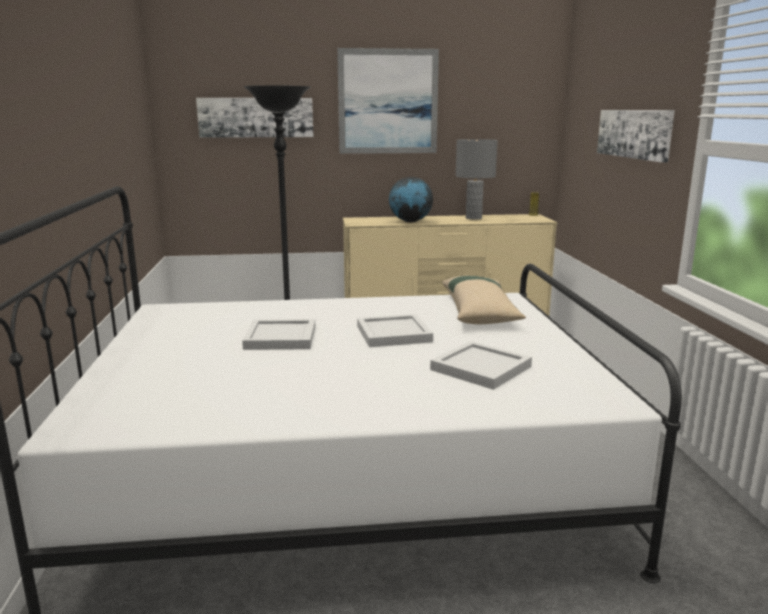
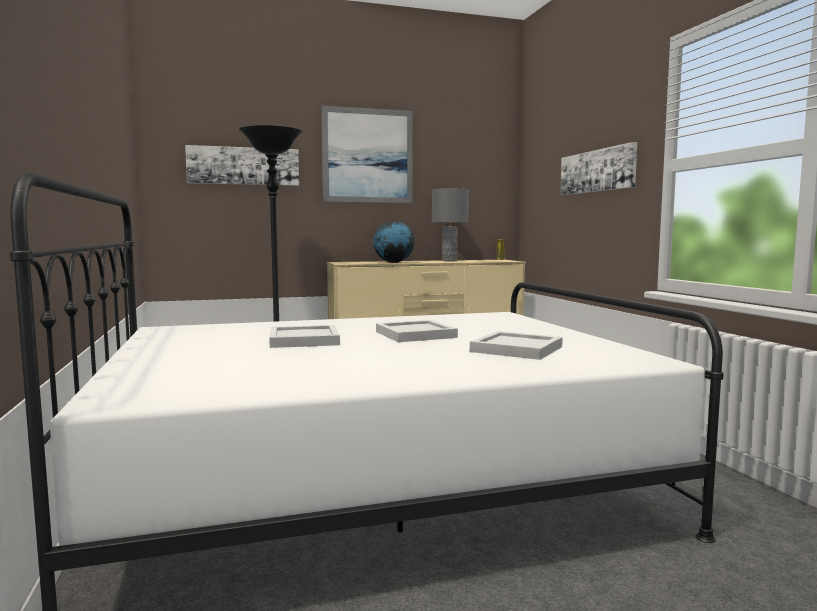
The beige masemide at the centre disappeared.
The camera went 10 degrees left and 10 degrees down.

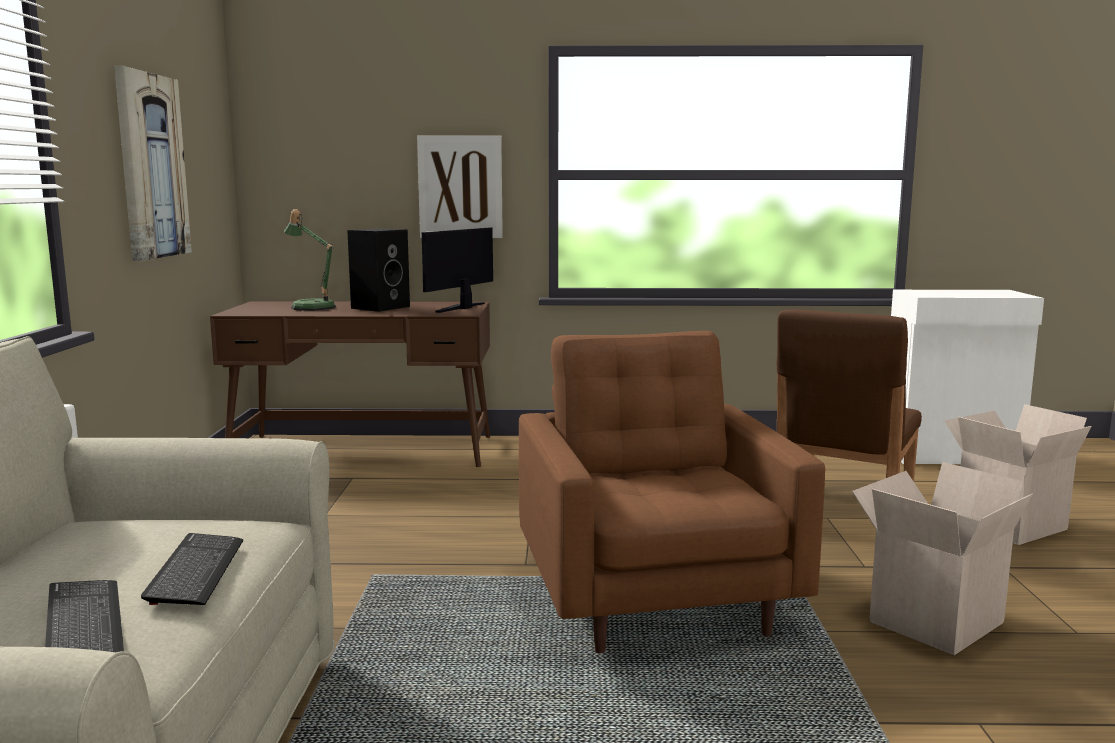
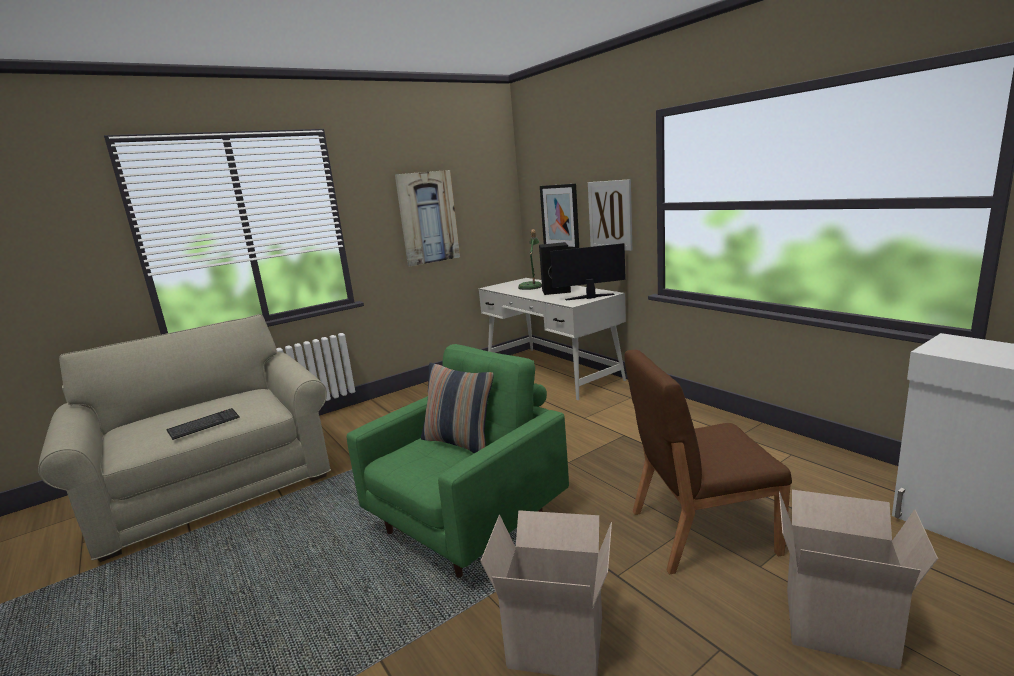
The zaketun (no. 1 from left) at the bottom left disappeared.
The masemide at the centre appeared.
The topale (no. 2 from left) at the top centre appeared.
The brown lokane at the middle left became the white lokane at the centre.
The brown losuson at the centre became the green losuson at the bottom centre.
The camera went 55 degrees right and 5 degrees up.

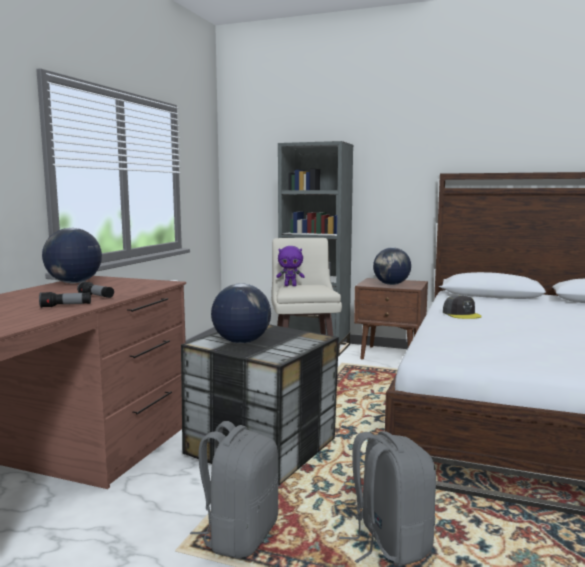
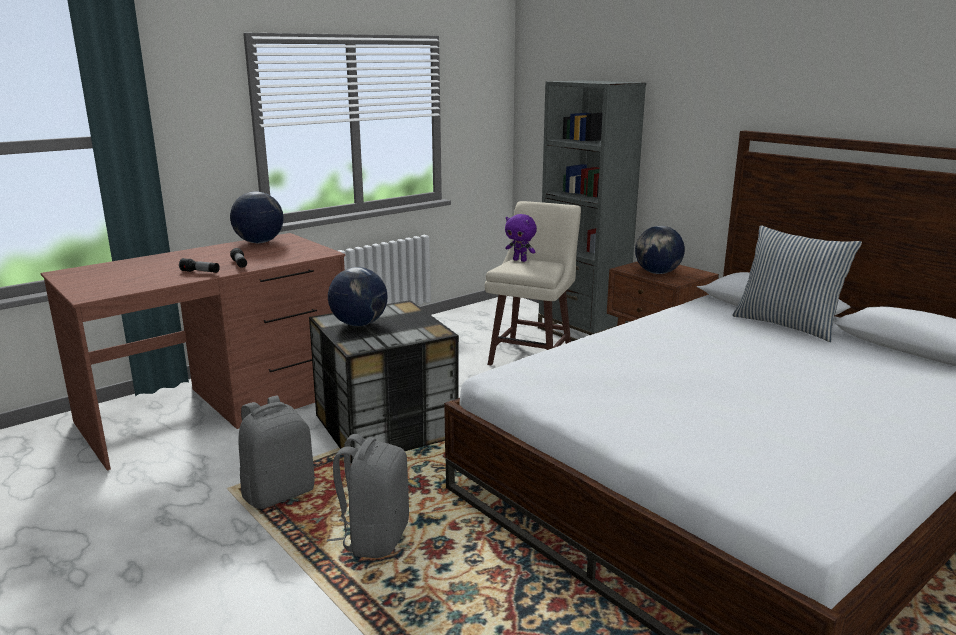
The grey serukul at the middle right disappeared.
The masemide at the middle right appeared.
The camera went 30 degrees right and 10 degrees up.

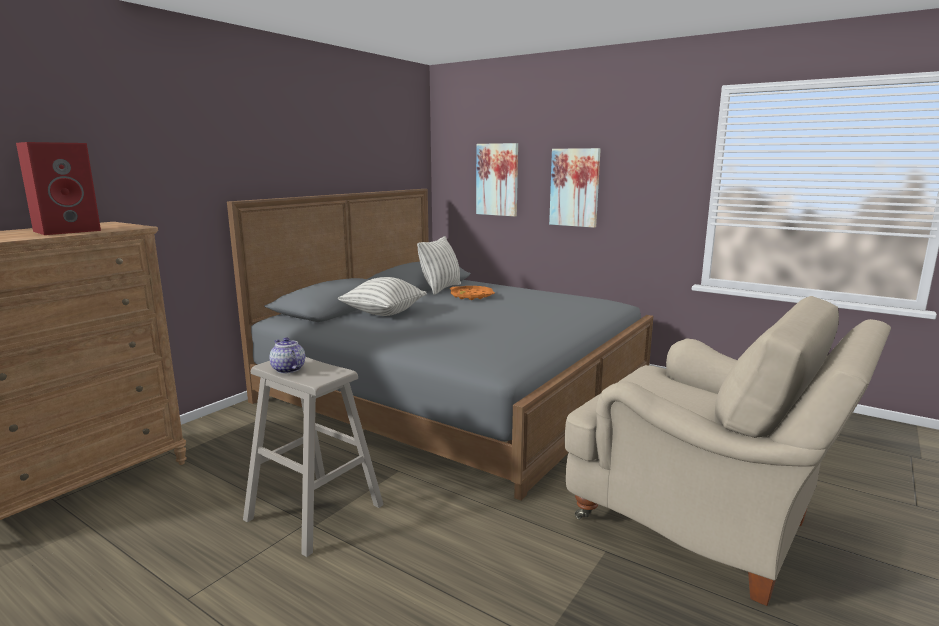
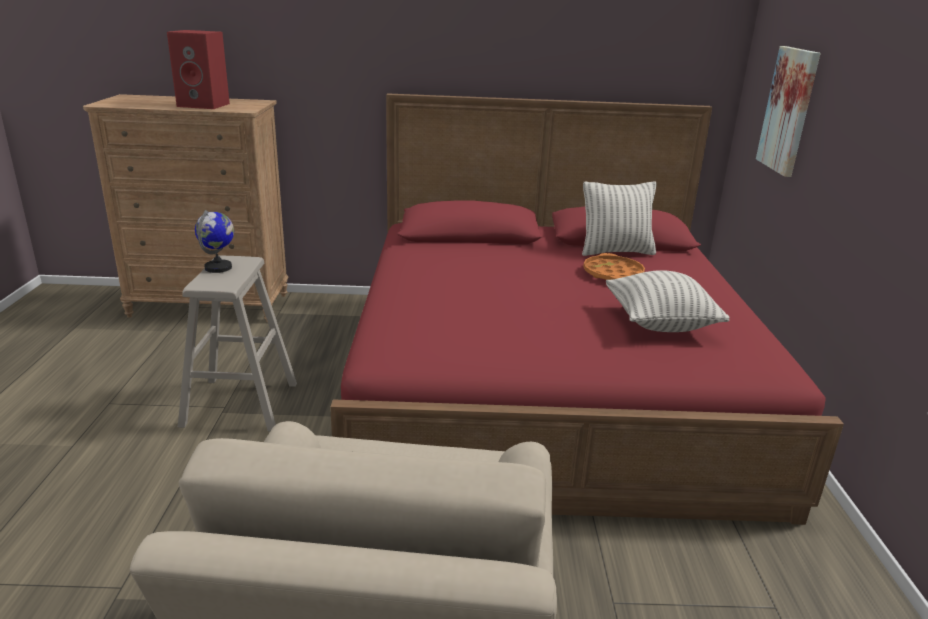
The topale (no. 2 from left) at the top centre disappeared.
The masemide (no. 1 from left in the first image) moved from the centre to the middle right.
The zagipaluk at the middle left was replaced by the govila at the middle left.
The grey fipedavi at the centre became the red fipedavi at the centre.
The camera went 55 degrees right and 10 degrees up.

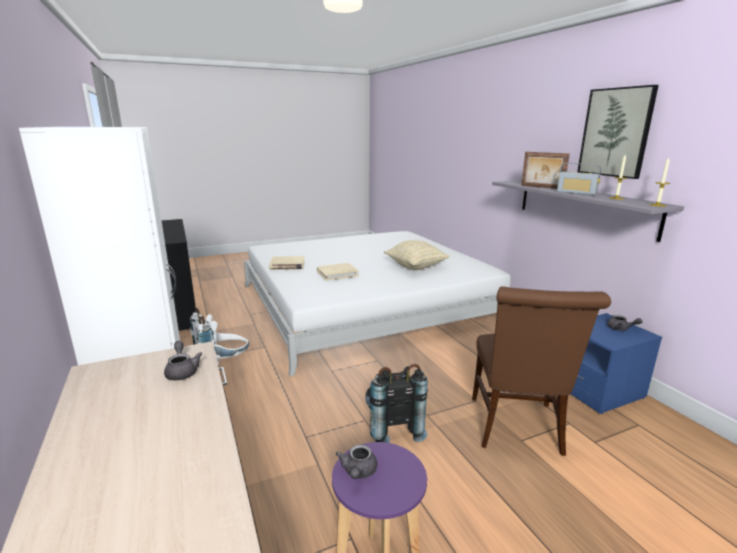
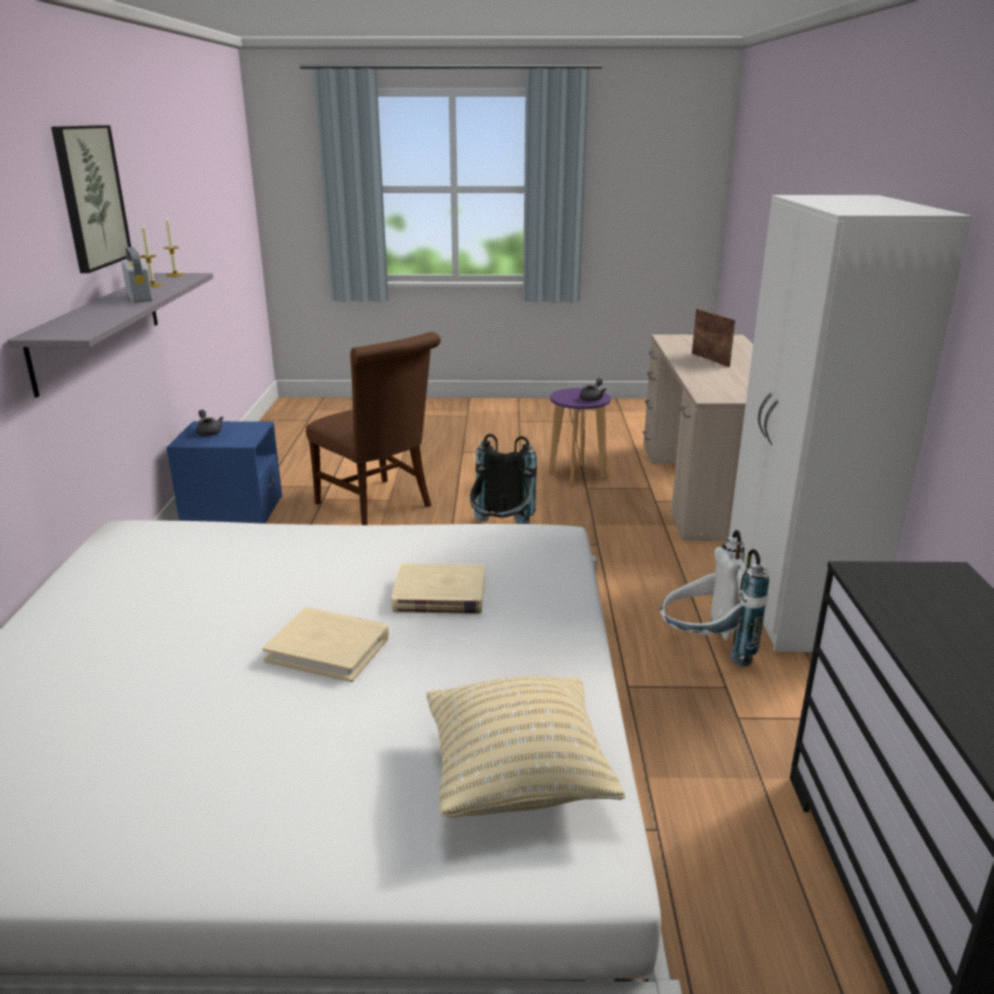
The grey zagipaluk (no. 1 from left) at the middle left disappeared.
The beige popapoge (no. 1 from left) moved from the centre to the middle left.
The beige masemide moved from the centre to the bottom centre.
The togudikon moved from the top right to the middle right.
The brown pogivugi at the bottom right turned 105 degrees clockwise.
The camera went 155 degrees left and 5 degrees up.

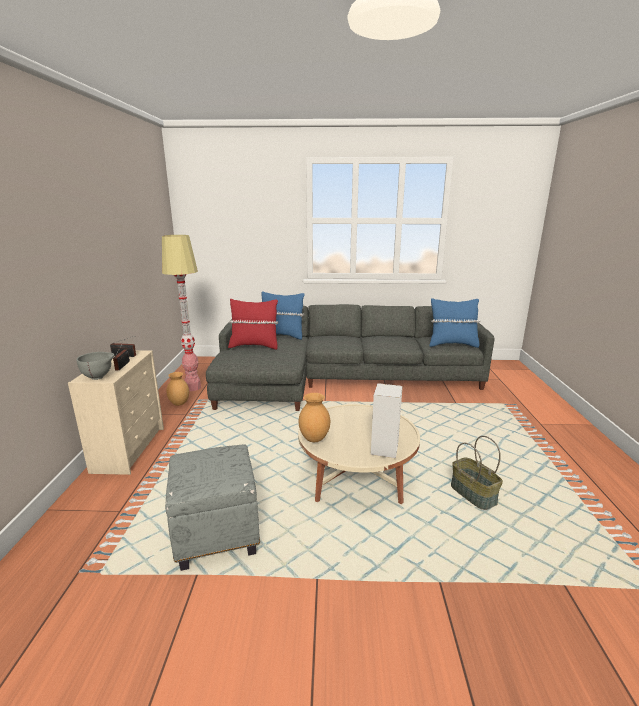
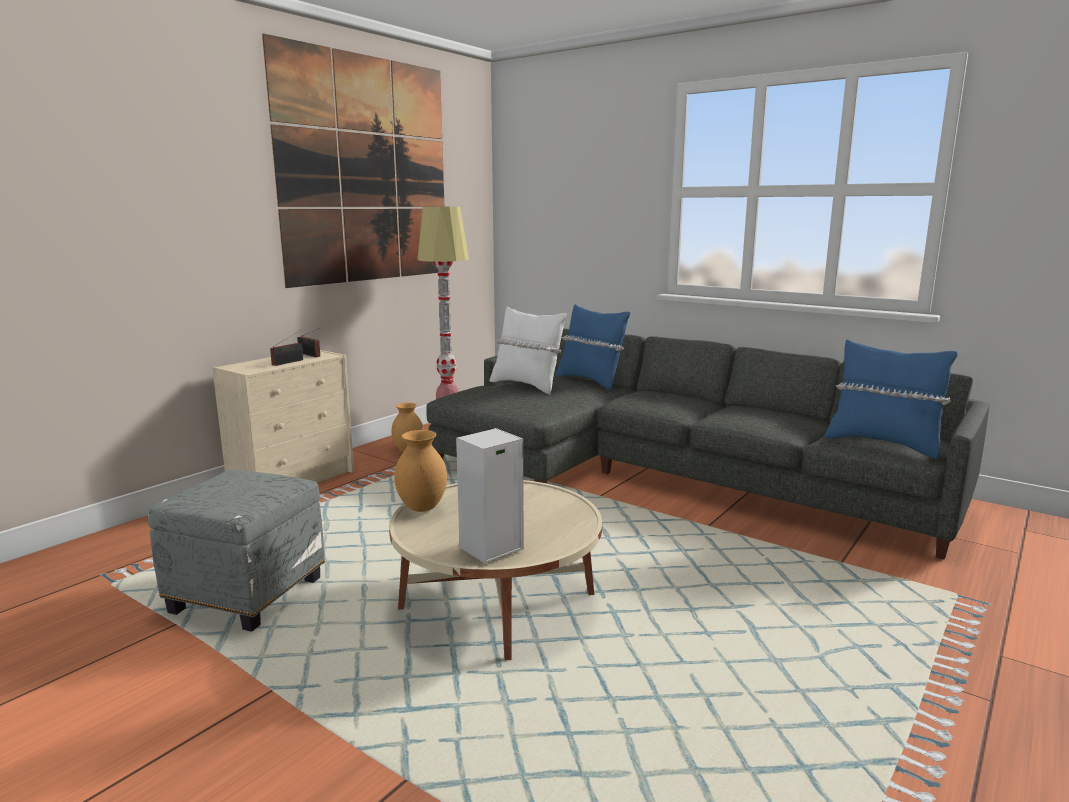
The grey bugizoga at the middle left disappeared.
The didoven at the bottom right disappeared.
The topale at the top left appeared.
The red masemide at the centre became the white masemide at the centre.
The camera went 35 degrees right and 5 degrees down.

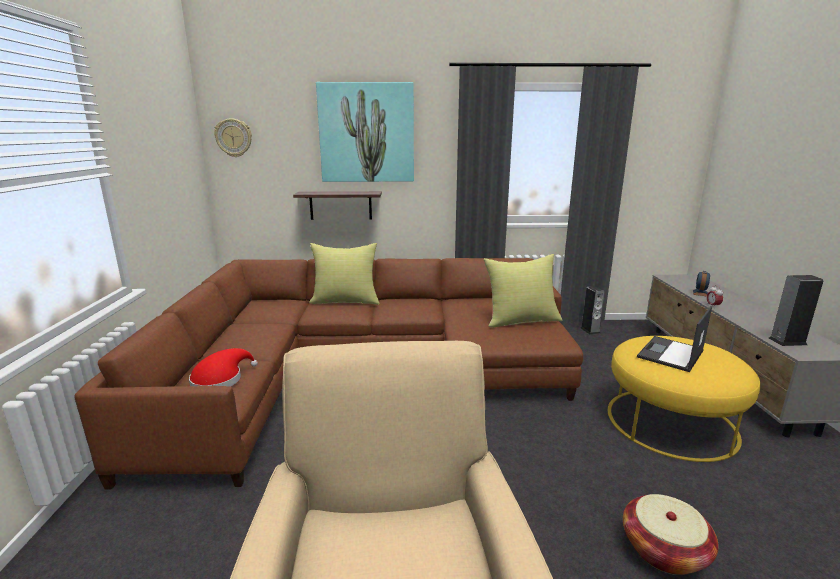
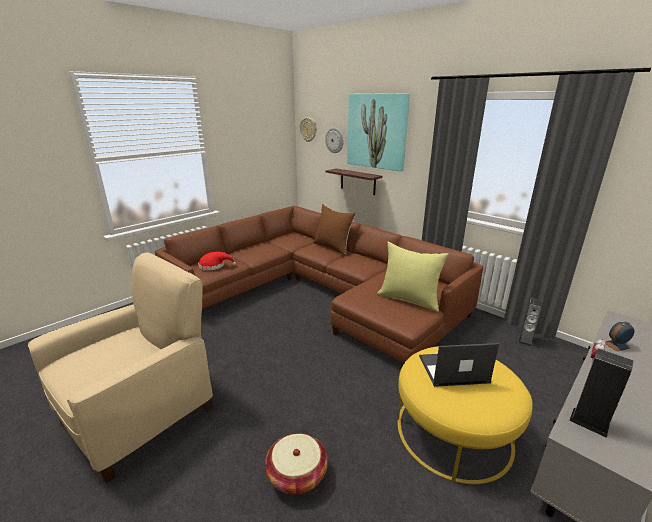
The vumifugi (no. 2 from left) at the top centre appeared.
The yellow masemide (no. 1 from left) at the centre became the brown masemide at the centre.
The camera went 45 degrees right and 5 degrees up.

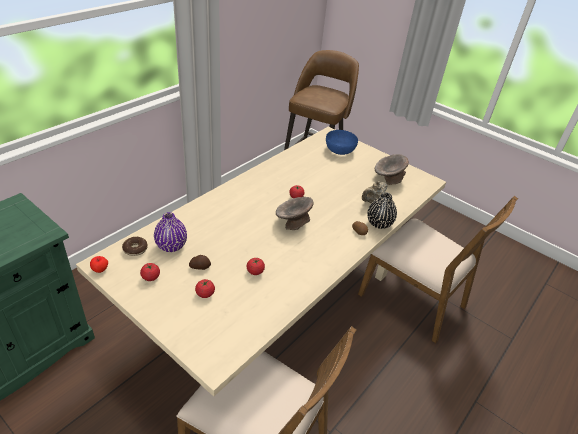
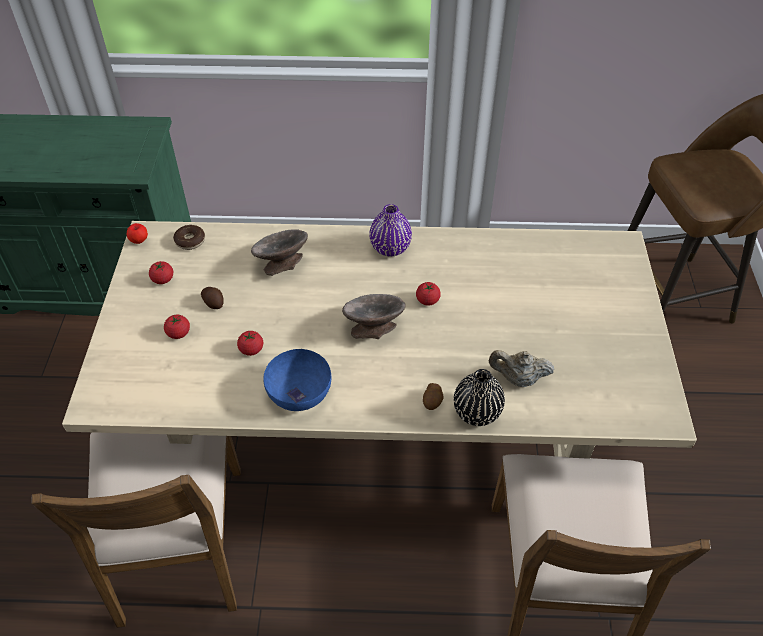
The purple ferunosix moved from the middle left to the centre.
The blue bugizoga moved from the top centre to the centre.
The grey bugizoga (no. 2 from left in the first image) moved from the middle right to the centre.
The camera went 55 degrees right and 10 degrees up.

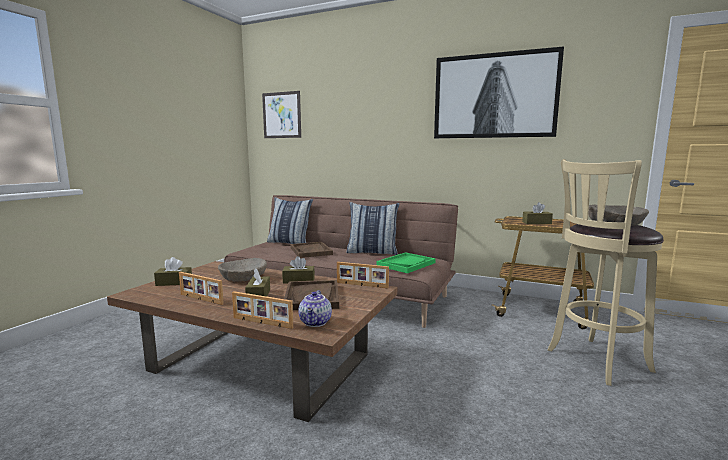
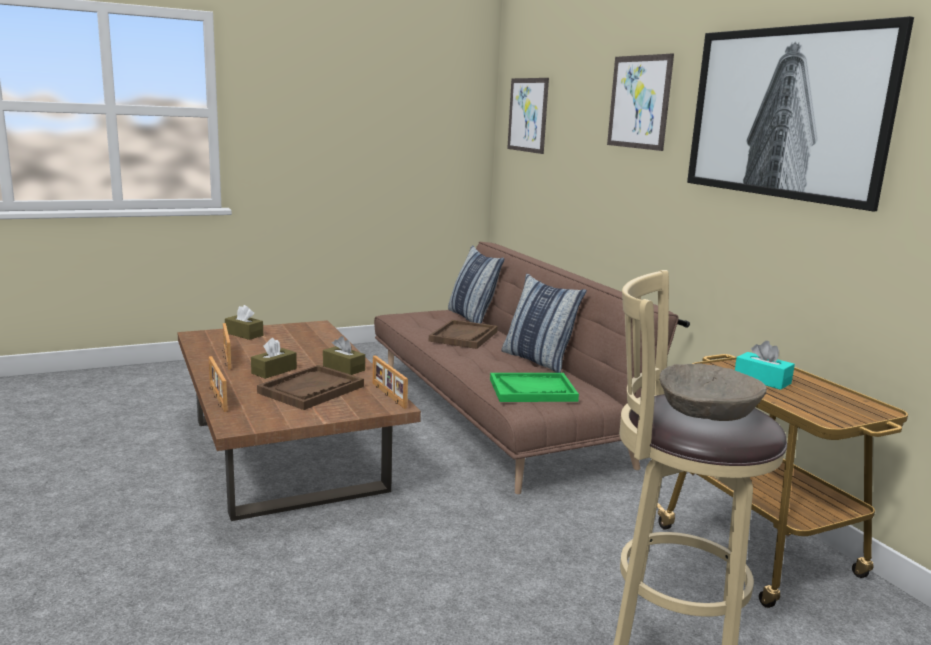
The beige bugizoga (no. 1 from left) at the middle left disappeared.
The zagipaluk at the bottom centre disappeared.
The topale (no. 2 from left) at the top right appeared.
The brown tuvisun (no. 4 from left) at the middle right became the turquoise tuvisun at the middle right.
The camera went 40 degrees right and 5 degrees up.

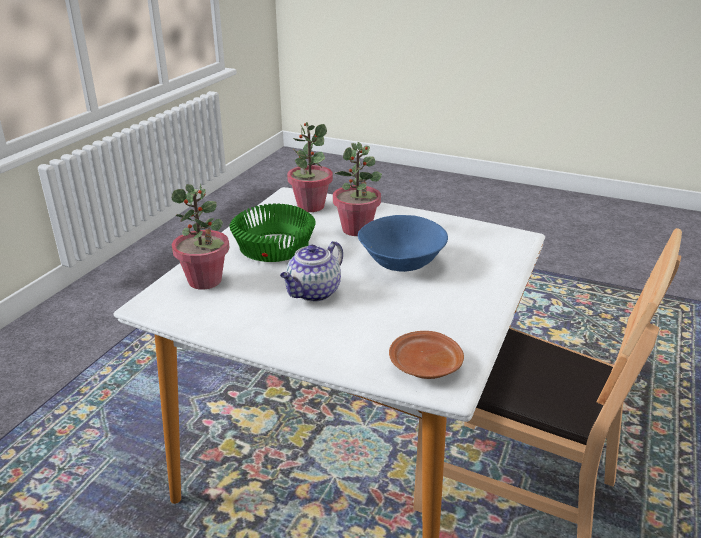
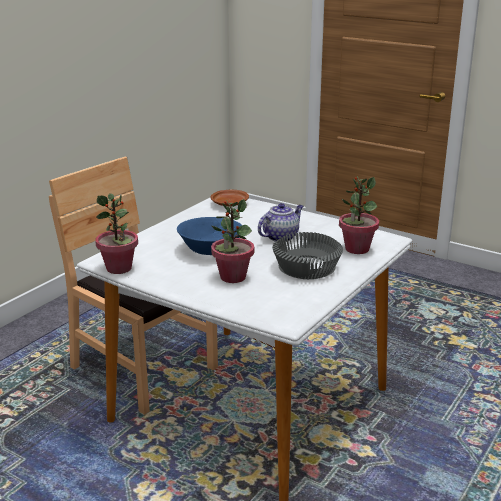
The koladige (no. 2 from left in the first image) moved from the top centre to the middle left.
The green bugizoga at the centre became the grey bugizoga at the centre.
The camera went 170 degrees left and 5 degrees down.

